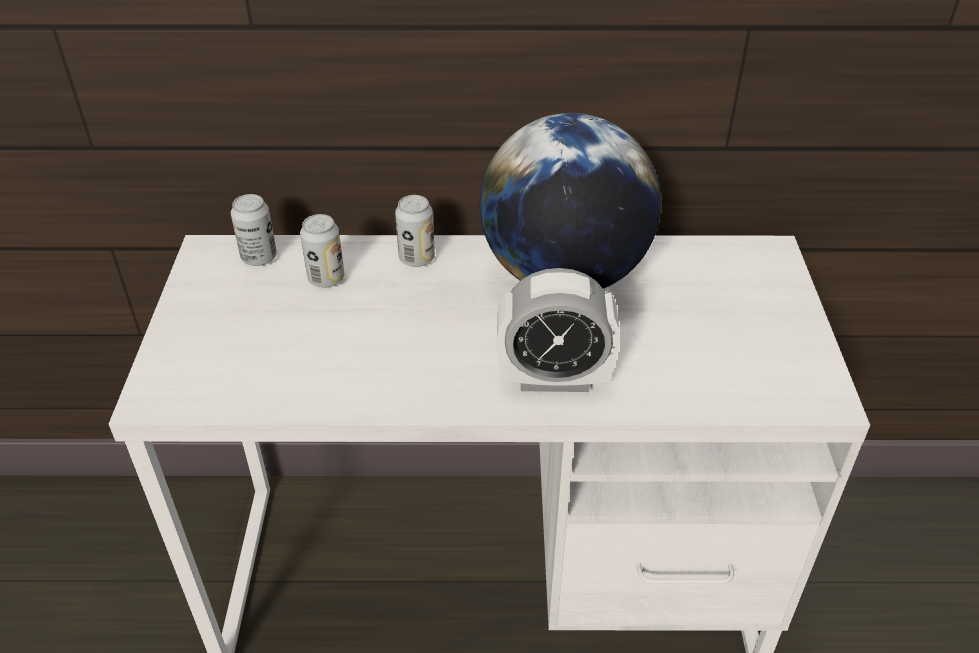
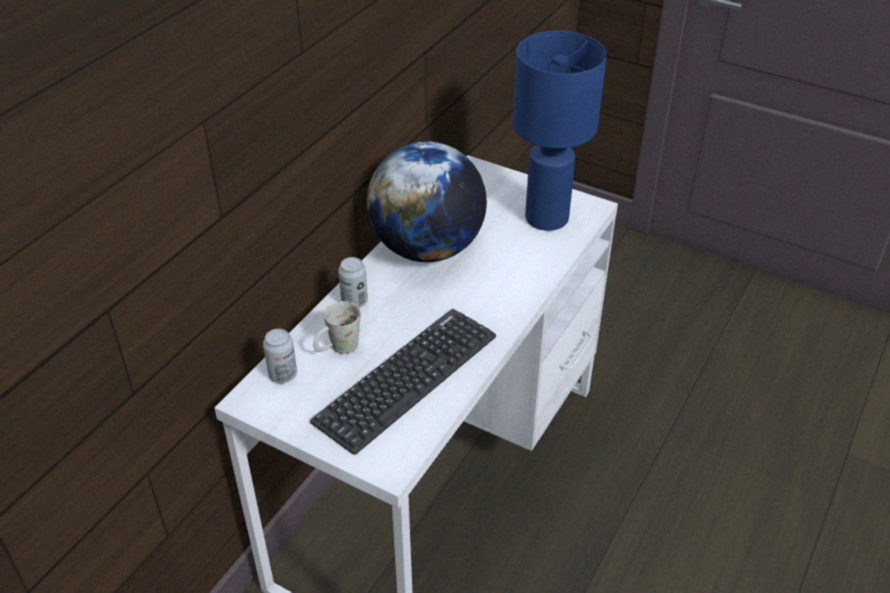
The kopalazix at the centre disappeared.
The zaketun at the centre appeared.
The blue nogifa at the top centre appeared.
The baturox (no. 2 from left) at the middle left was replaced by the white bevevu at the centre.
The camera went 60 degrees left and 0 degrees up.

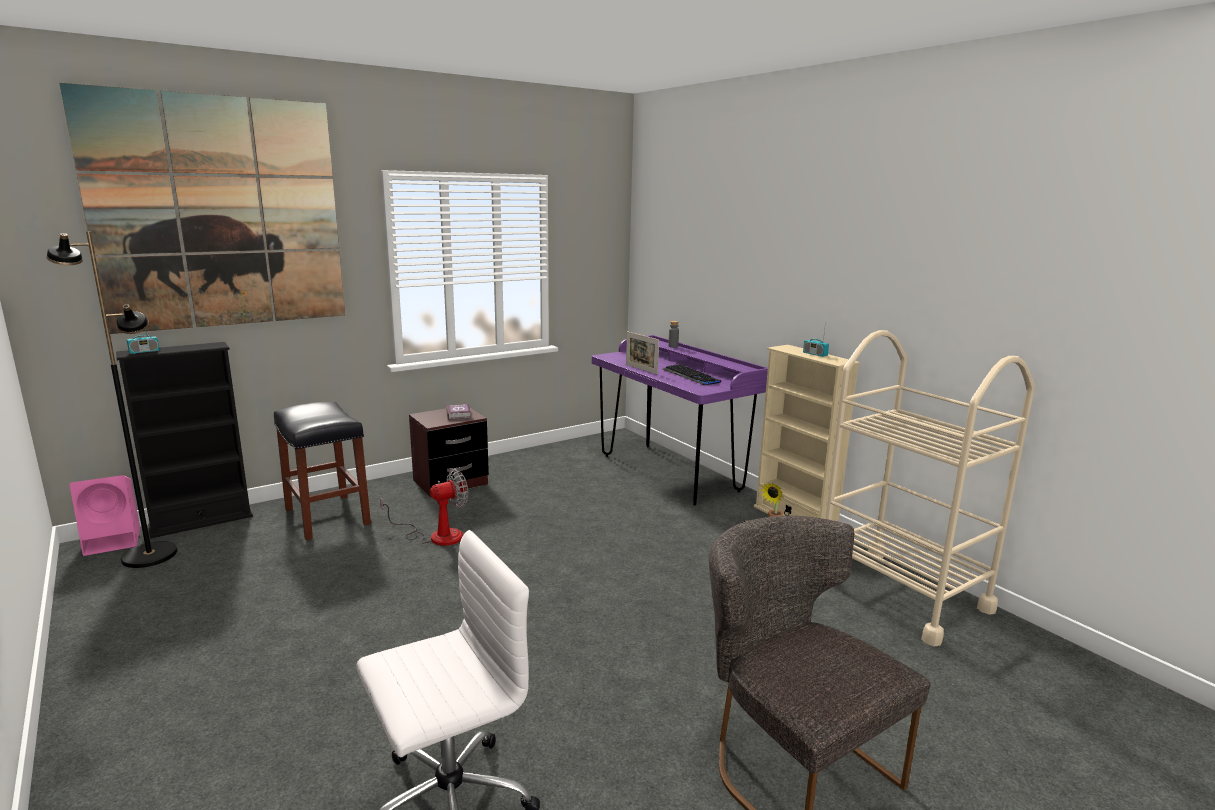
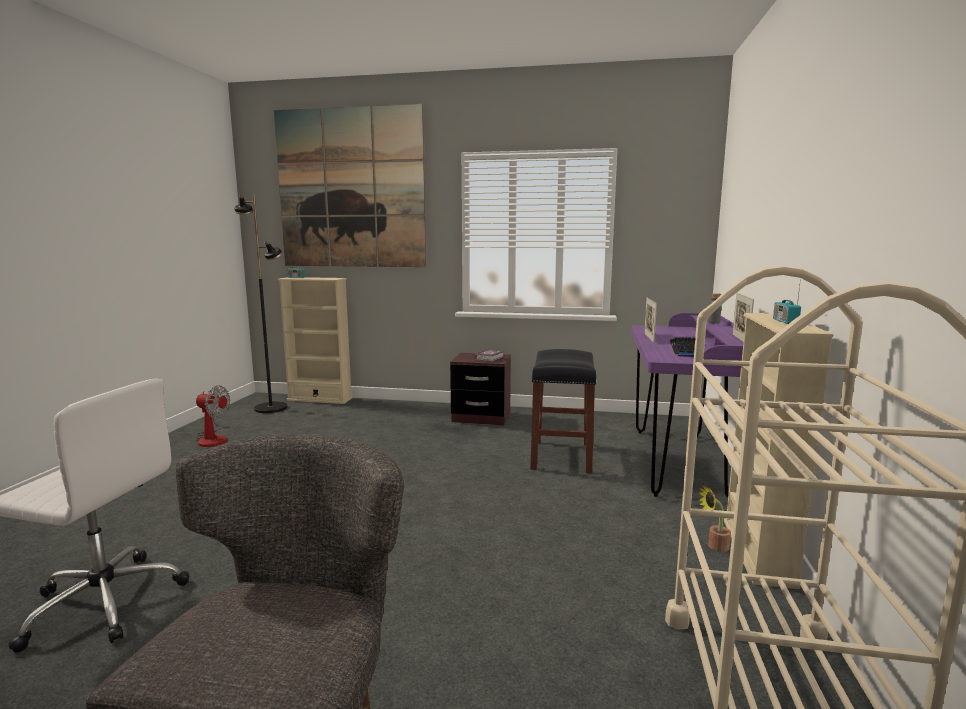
The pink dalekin at the middle left disappeared.
The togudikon (no. 2 from left) at the middle right appeared.
The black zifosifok moved from the middle left to the centre.
The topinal moved from the centre to the middle left.
The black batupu at the middle left became the beige batupu (no. 1 from left) at the middle left.
The camera went 45 degrees right and 5 degrees down.

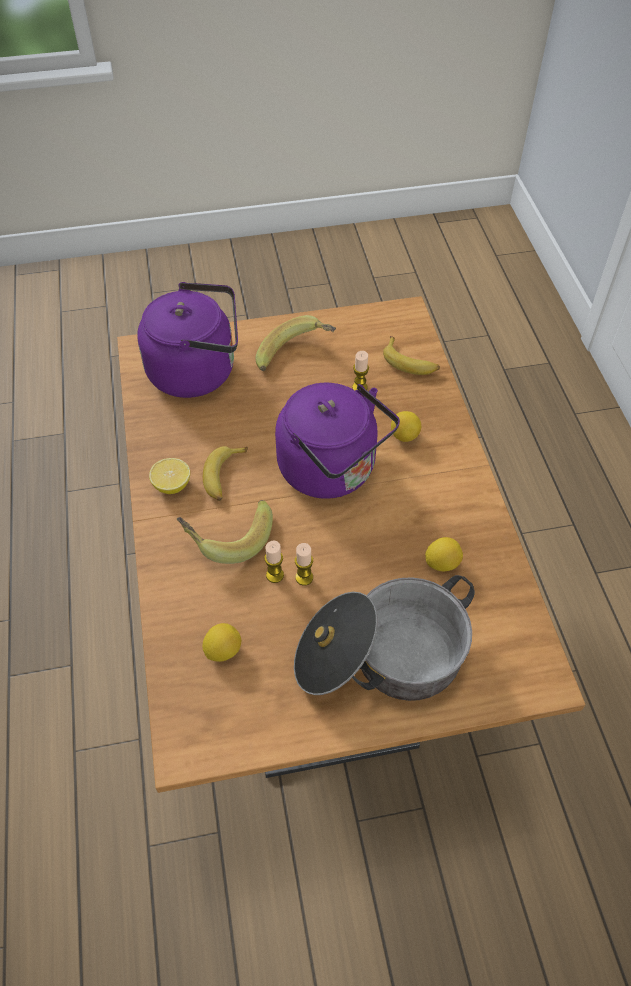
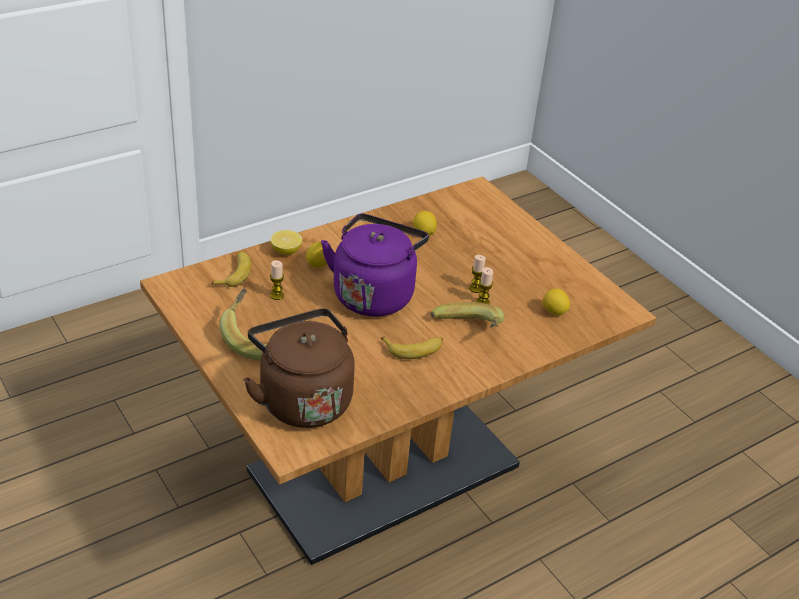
The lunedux at the centre disappeared.
The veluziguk (no. 1 from left) moved from the middle left to the centre.
The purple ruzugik (no. 1 from left) at the middle left became the brown ruzugik at the centre.
The camera went 115 degrees left and 15 degrees down.

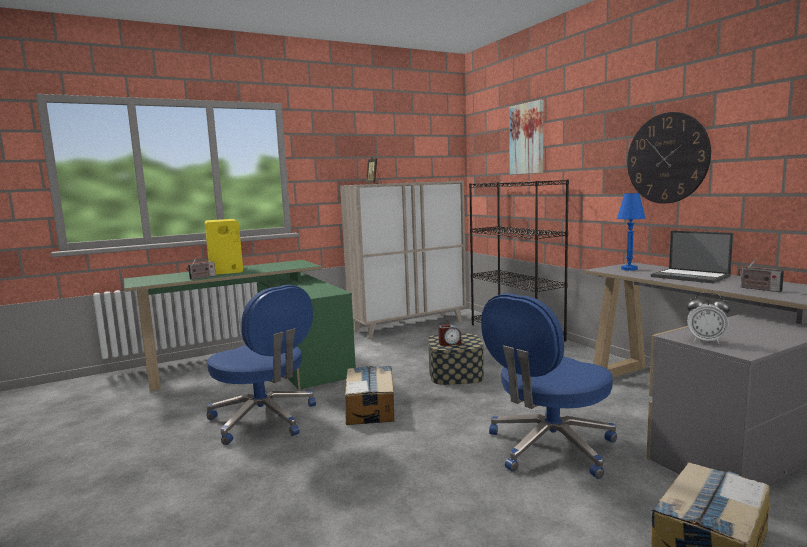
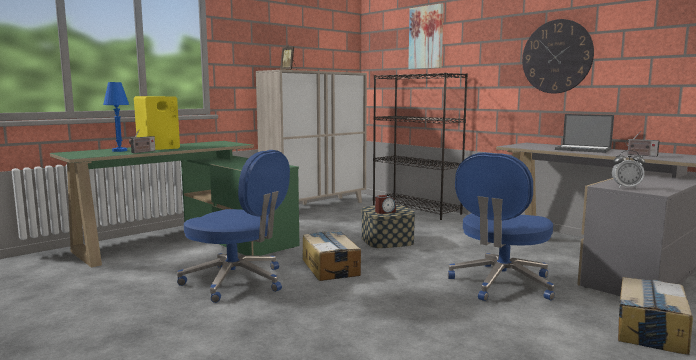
The blue nogifa moved from the middle right to the top left.
The camera went 15 degrees left and 0 degrees up.

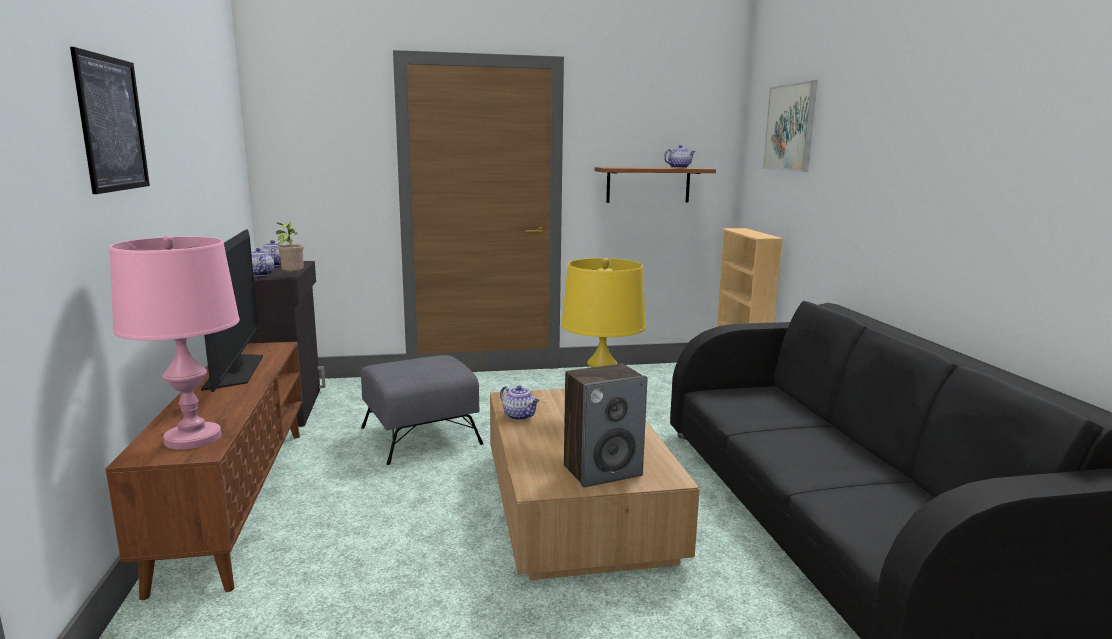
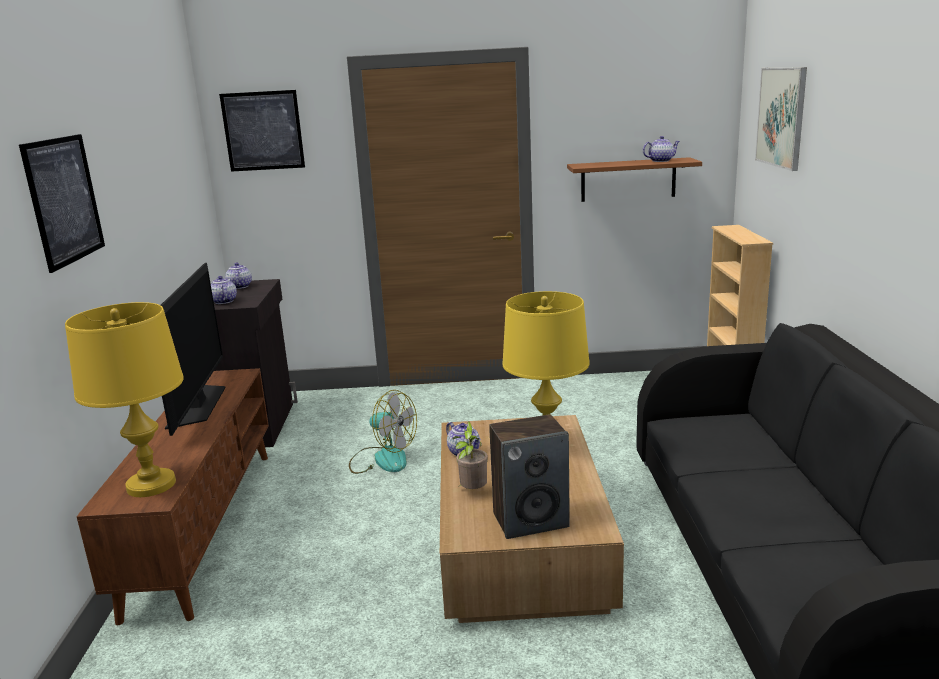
The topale (no. 2 from left) at the top left appeared.
The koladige moved from the middle left to the bottom centre.
The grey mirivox at the centre was replaced by the topinal at the centre.
The pink nogifa at the middle left became the yellow nogifa (no. 1 from left) at the middle left.
The camera went 10 degrees right and 5 degrees up.

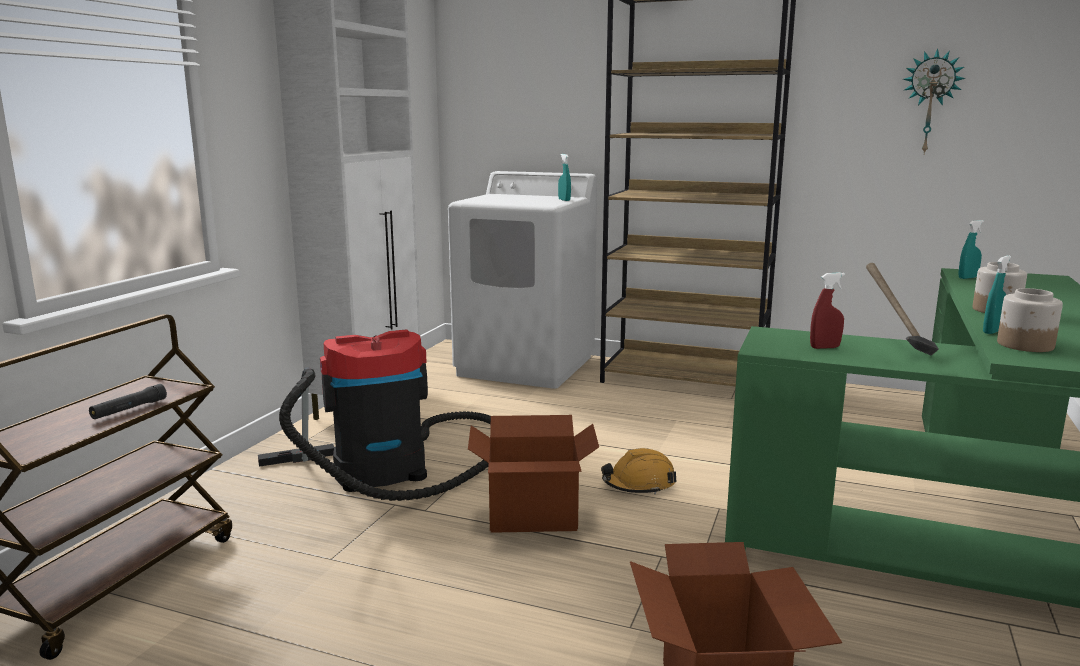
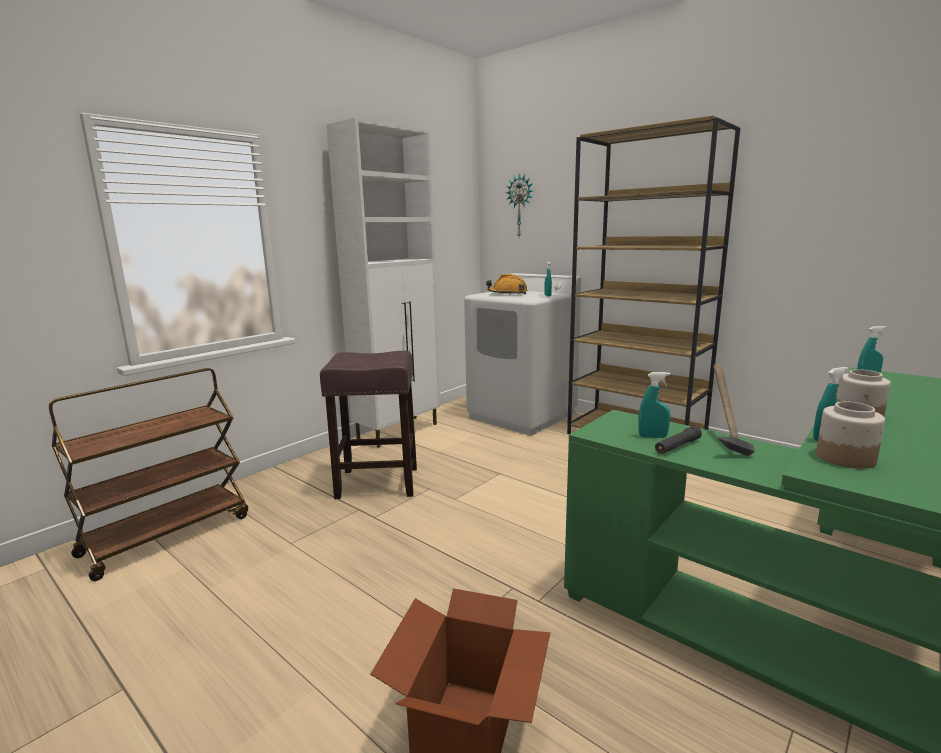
The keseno (no. 1 from left) at the bottom centre disappeared.
The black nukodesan moved from the middle left to the middle right.
The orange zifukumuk moved from the bottom centre to the centre.
The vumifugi moved from the top right to the top centre.
The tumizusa at the centre was replaced by the brown zifosifok at the centre.
The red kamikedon at the middle right became the turquoise kamikedon (no. 2 from left) at the middle right.
The camera went 20 degrees right and 0 degrees up.

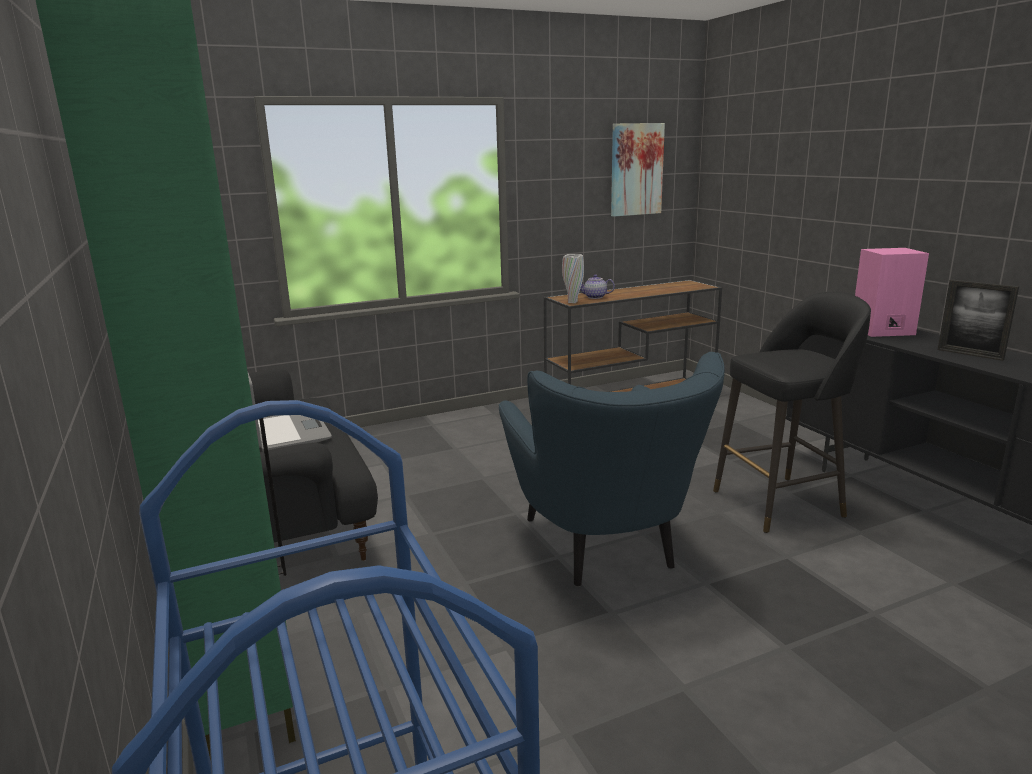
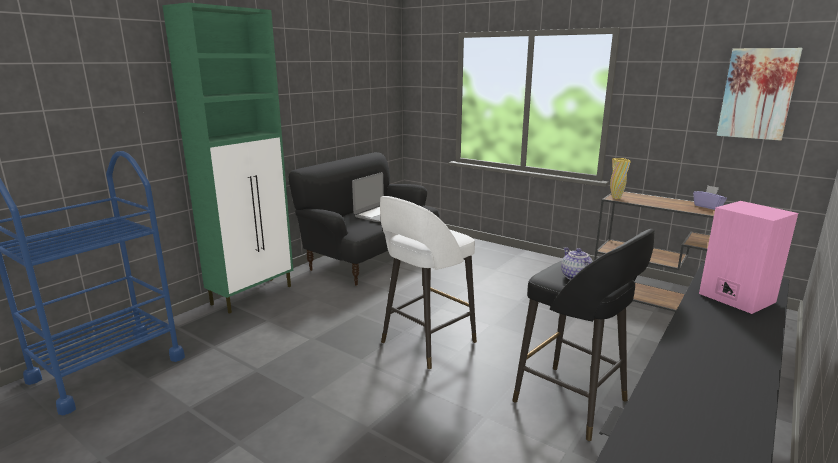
The togudikon at the middle right disappeared.
The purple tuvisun at the middle right appeared.
The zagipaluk moved from the centre to the middle right.
The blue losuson at the centre was replaced by the white zifosifok at the centre.
The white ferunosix at the centre became the yellow ferunosix at the middle right.
The camera went 60 degrees right and 0 degrees up.

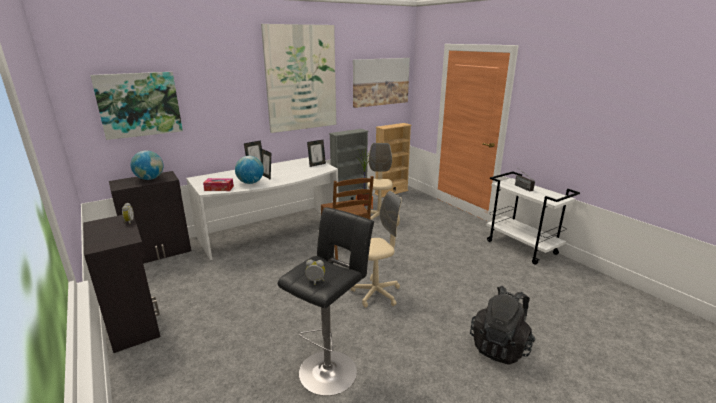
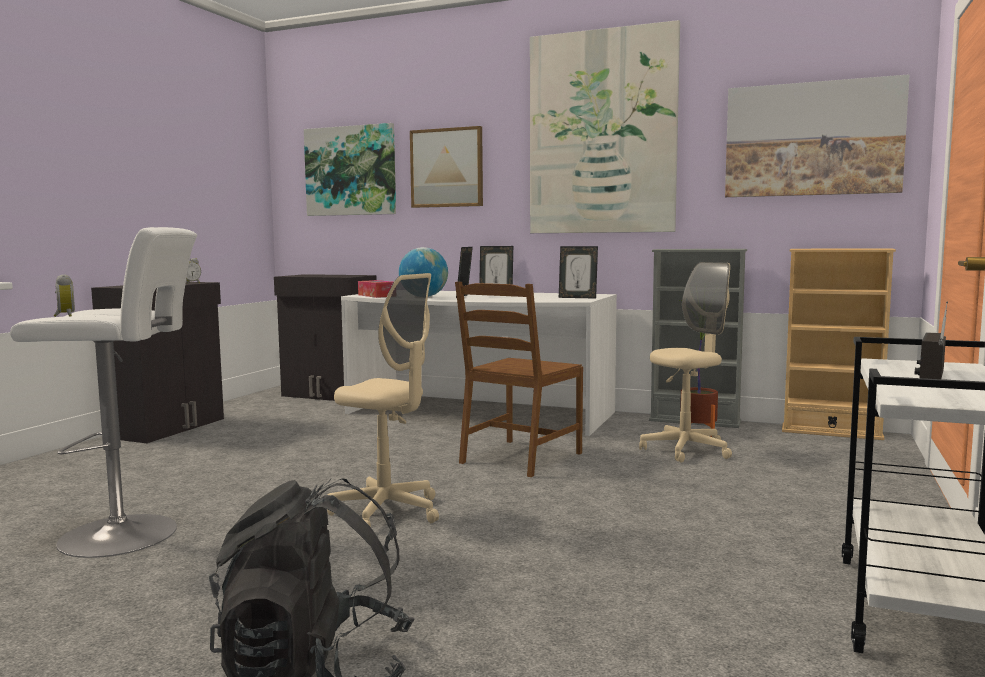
The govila (no. 1 from left) at the middle left disappeared.
The topale (no. 2 from left) at the top centre appeared.
The black zifosifok at the bottom centre became the white zifosifok at the middle left.
The camera went 55 degrees right and 15 degrees down.

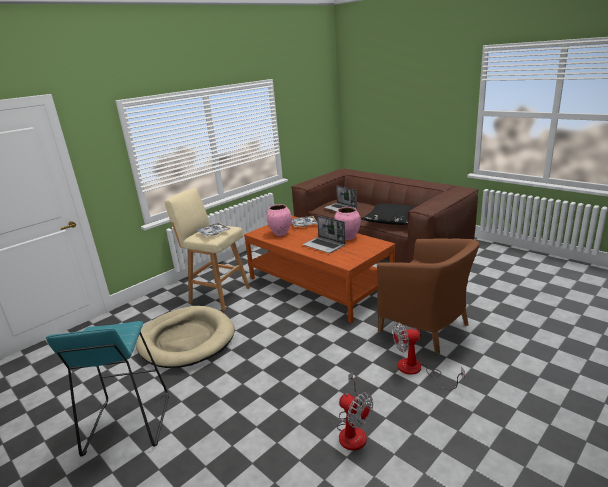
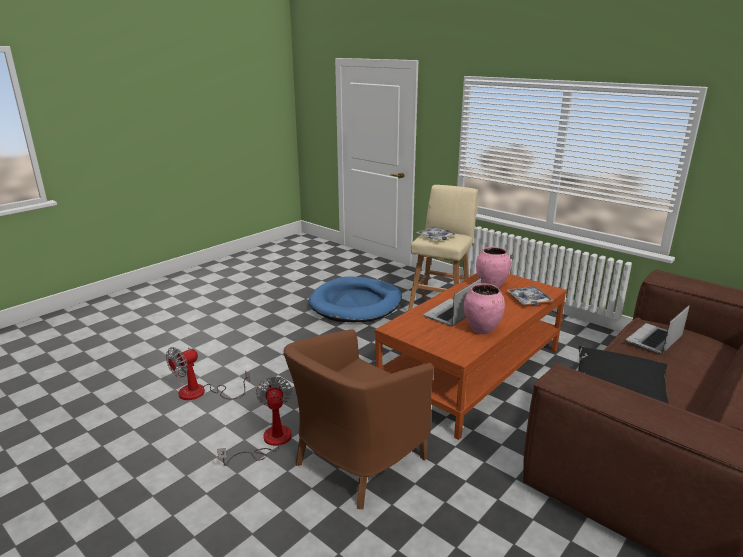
The turquoise zifosifok at the bottom left disappeared.
The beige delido at the bottom left became the blue delido at the centre.
The camera went 85 degrees right and 0 degrees up.

